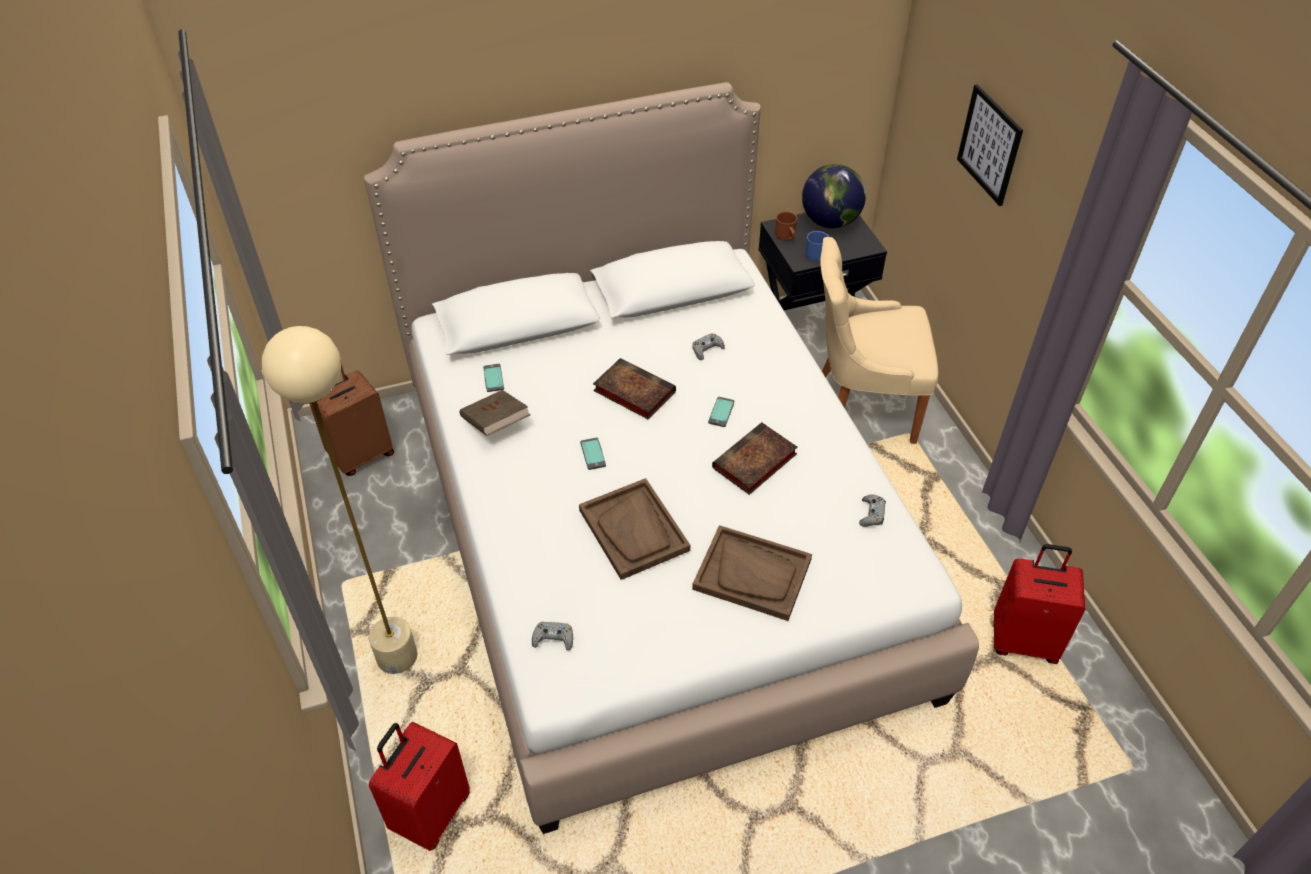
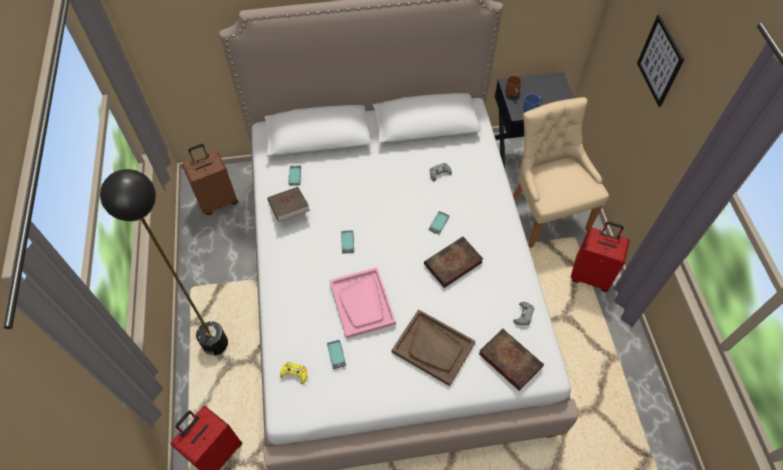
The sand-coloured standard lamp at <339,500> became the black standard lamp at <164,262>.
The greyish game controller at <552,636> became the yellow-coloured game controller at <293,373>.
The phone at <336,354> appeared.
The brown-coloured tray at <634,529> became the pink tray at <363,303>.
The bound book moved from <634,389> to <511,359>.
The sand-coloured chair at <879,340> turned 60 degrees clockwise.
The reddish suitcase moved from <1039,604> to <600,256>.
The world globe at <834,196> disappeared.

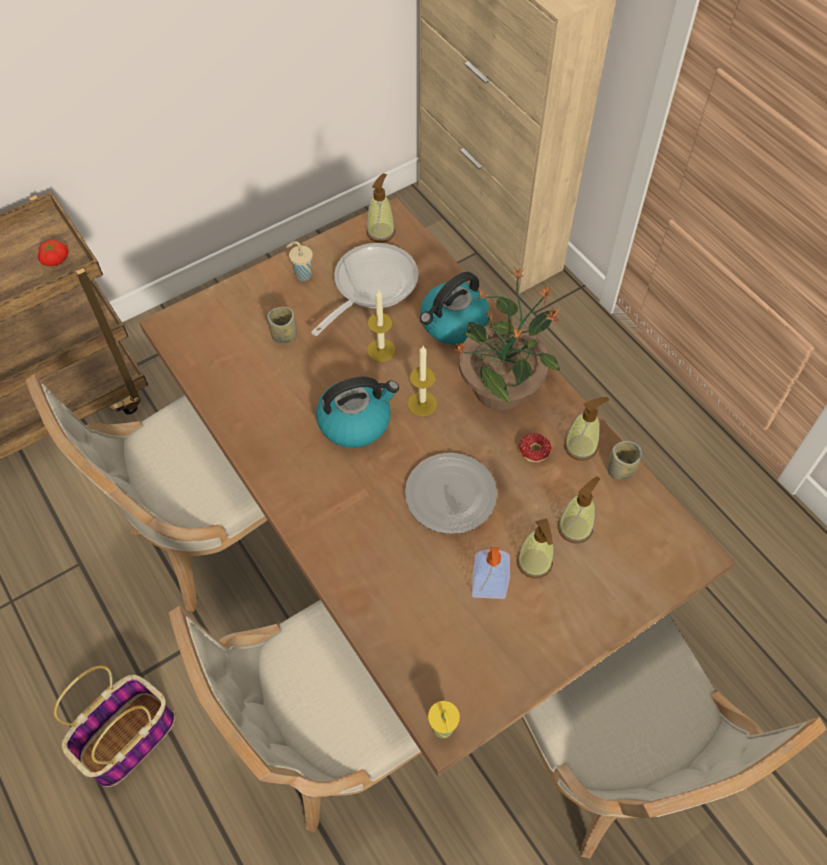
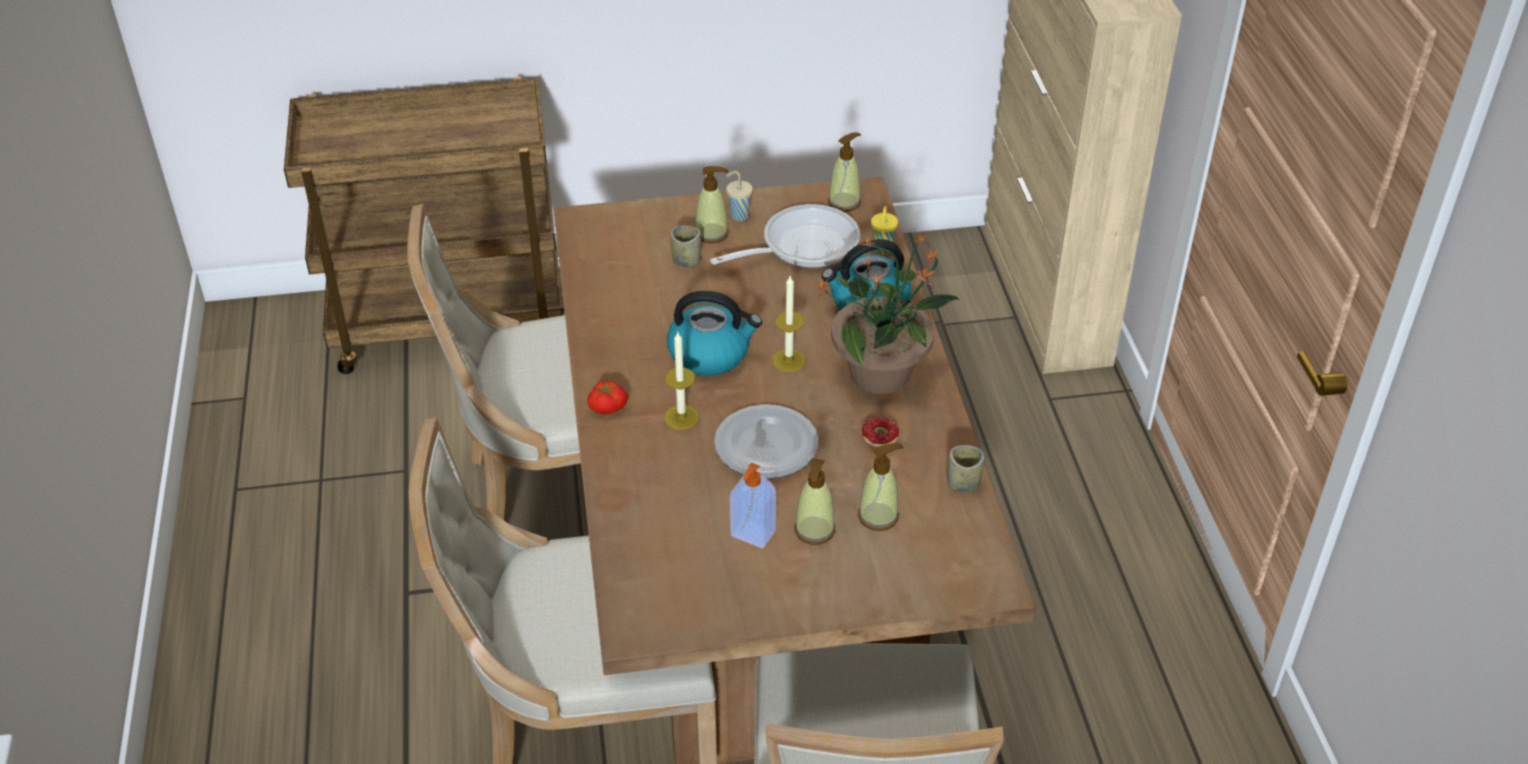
The fresh tomato moved from <53,253> to <607,397>.
The wax candle moved from <381,325> to <681,381>.
The soap dispenser moved from <586,429> to <712,204>.
The yellow-coloured drinking cup moved from <444,719> to <884,230>.
The storage basket at <114,726> disappeared.

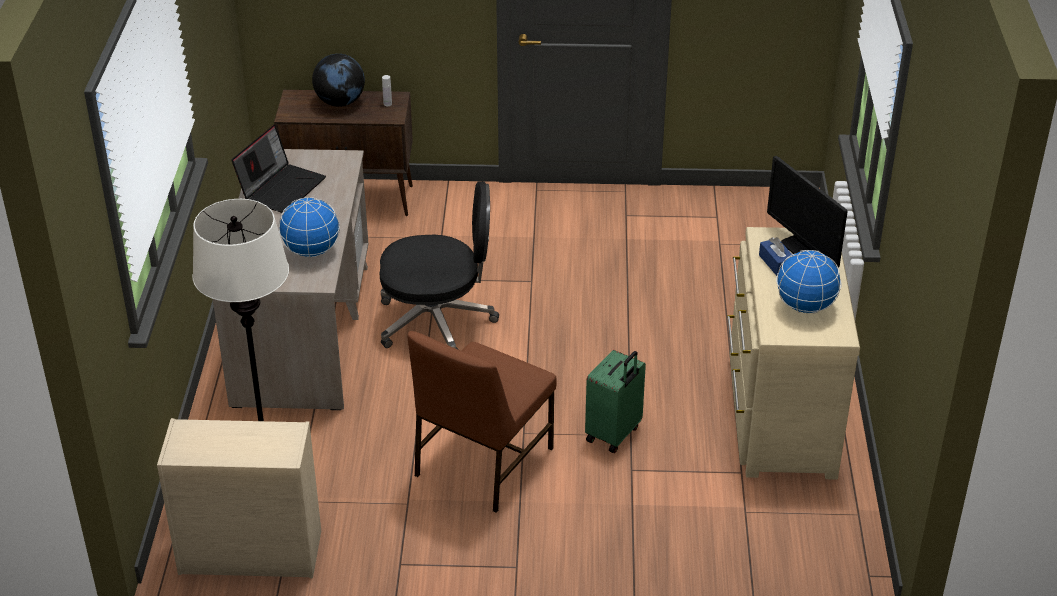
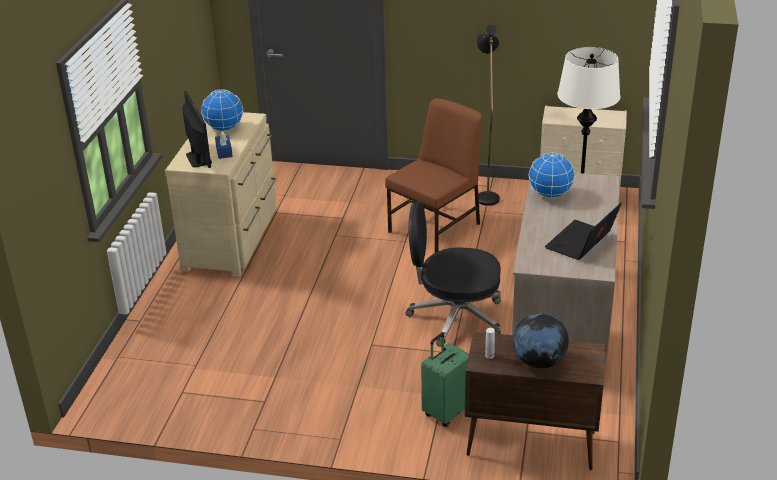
The greenish suitcase moved from <615,401> to <445,380>.
The black standard lamp at <488,115> appeared.

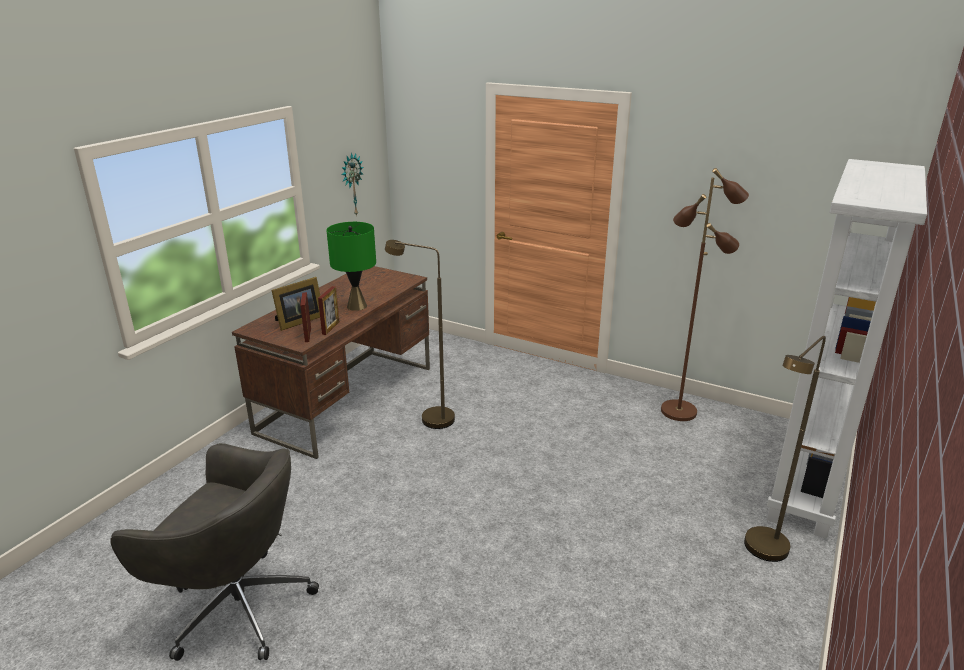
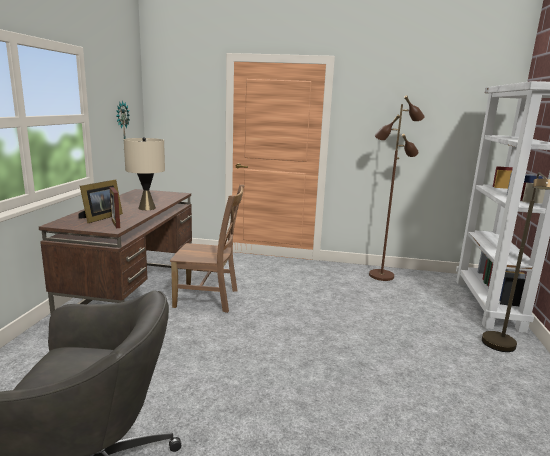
The greenish lamp for a table at <351,266> became the sand-coloured lamp for a table at <144,173>.
The brown-coloured standard lamp at <420,334> was replaced by the brown-coloured chair at <207,249>.
The standing frame at <328,310> disappeared.

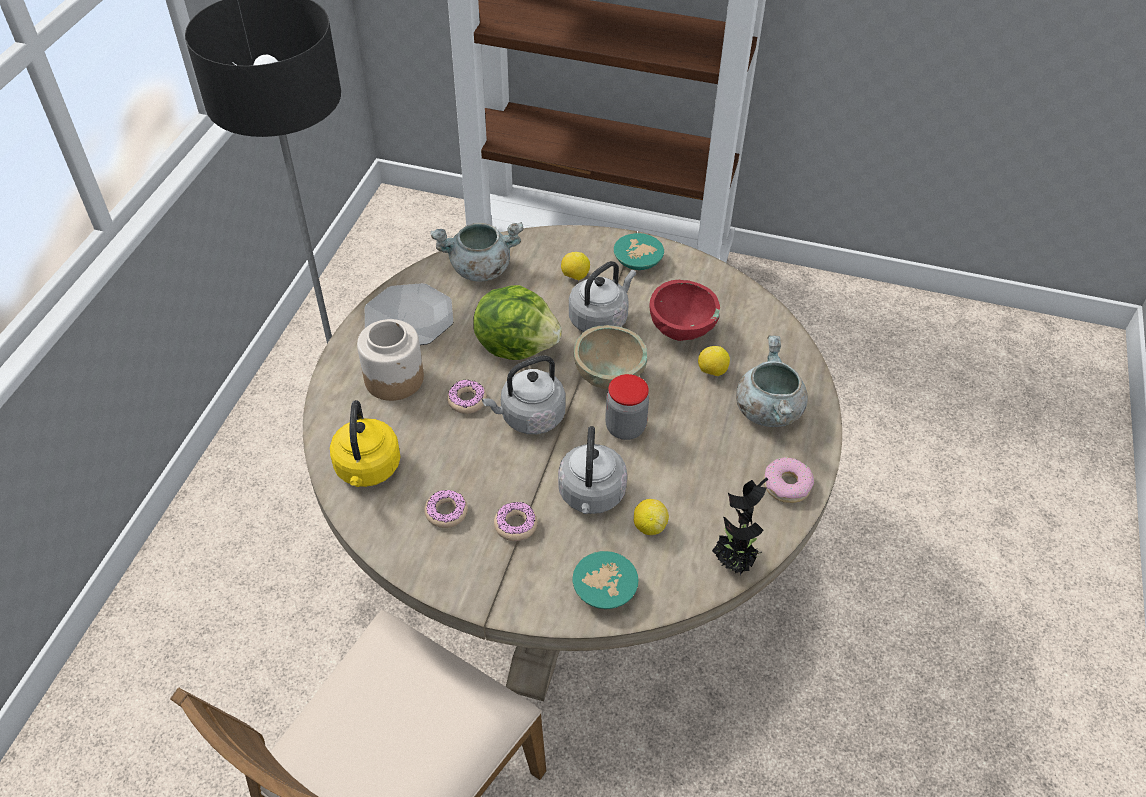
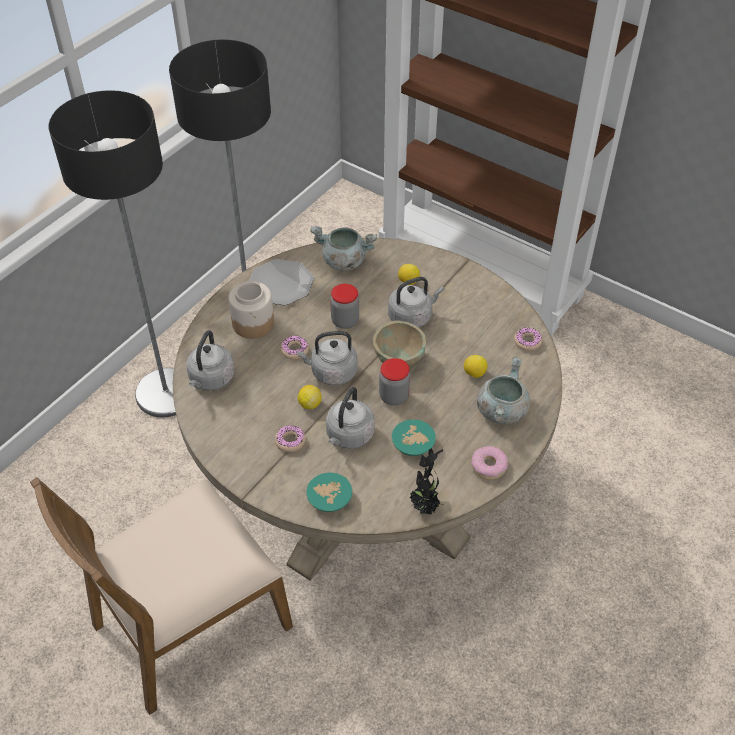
The standard lamp at <112,253> appeared.
The yellow-coloured kettle at <365,443> became the greyish kettle at <210,360>.
The whole lemon moved from <651,517> to <310,397>.
The lettuce head at <517,322> was replaced by the jar at <344,306>.
The blue-green deep dish moved from <639,251> to <414,437>.
The donut moved from <446,509> to <528,339>.
The reddish deep dish at <685,310> disappeared.

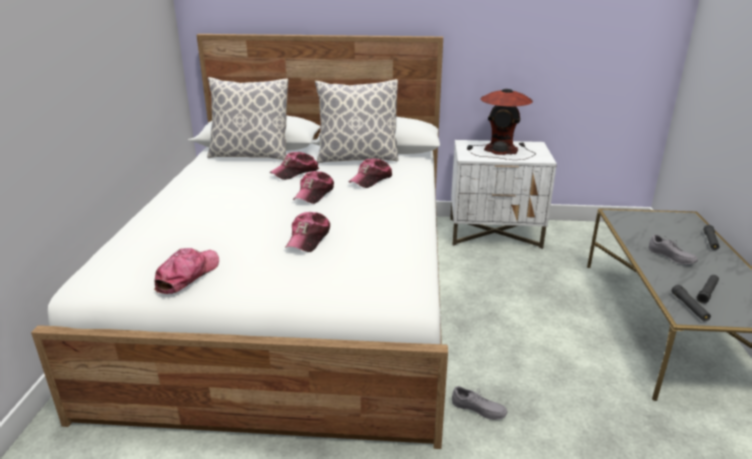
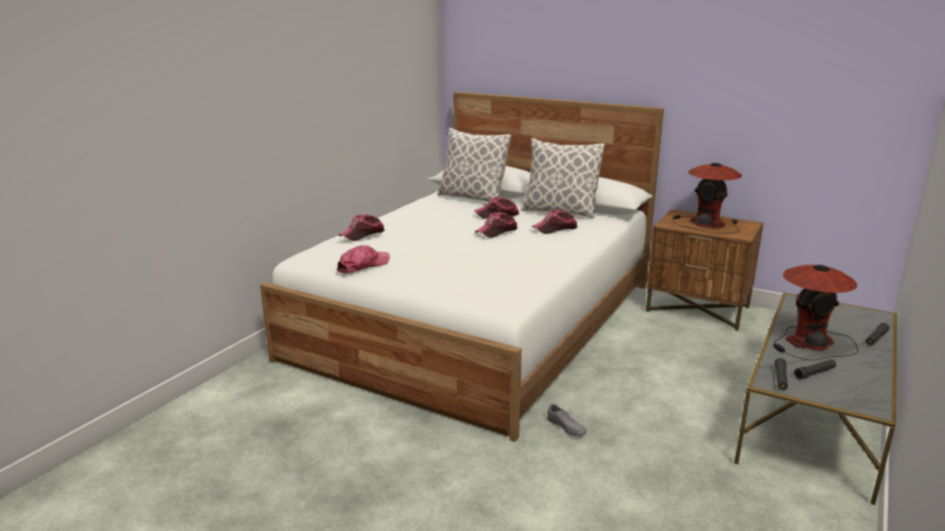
The peaked cap moved from <307,232> to <362,227>.
The whitish night table at <503,194> became the brown-coloured night table at <704,270>.
The greyish low shoe at <673,249> was replaced by the lamp for a table at <815,312>.

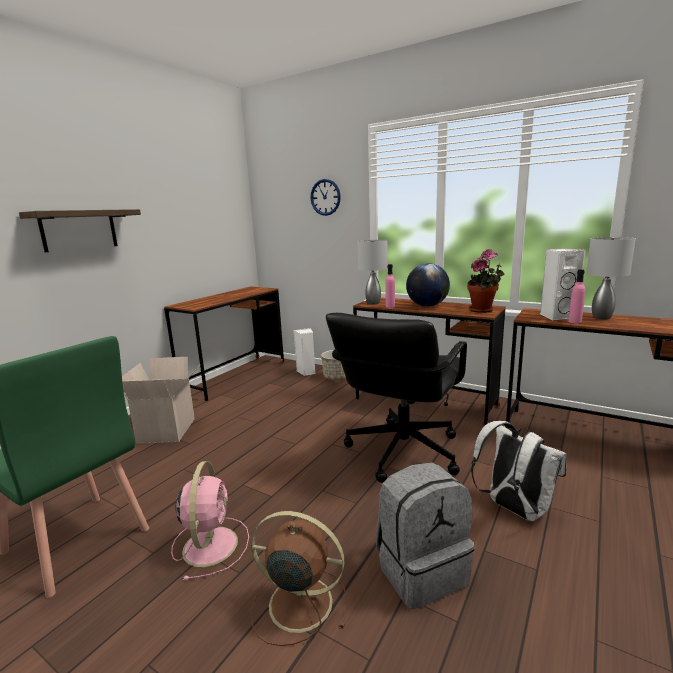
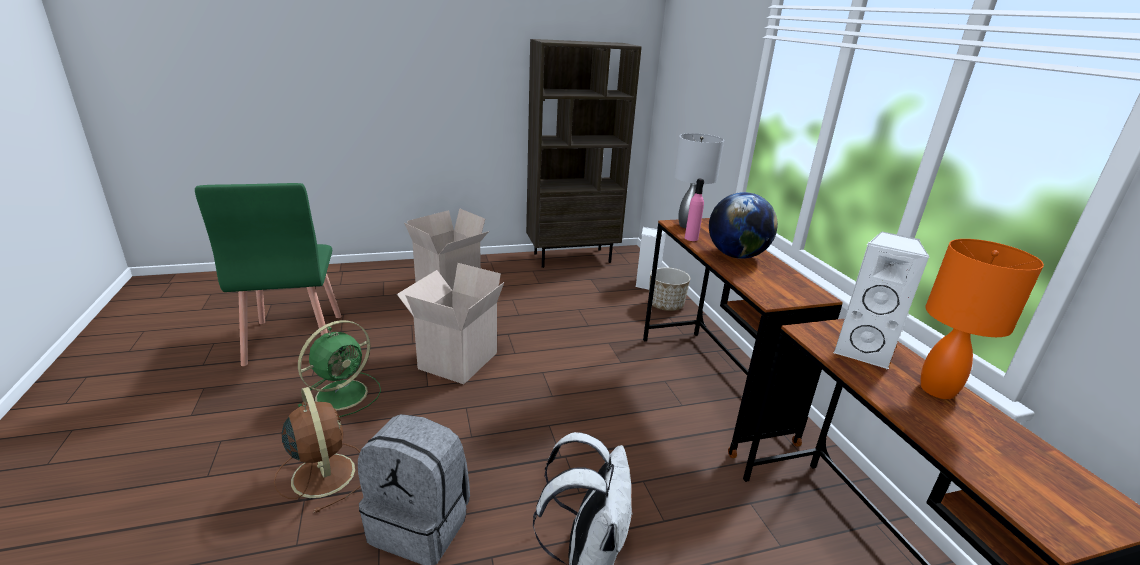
The pink cooling fan at <210,521> became the greenish cooling fan at <339,368>.
The cardboard box at <450,323> appeared.
The brown-coloured desk table at <224,344> was replaced by the brown-coloured shelving unit at <584,153>.
The greyish lamp for a table at <611,278> became the orange-coloured lamp for a table at <982,319>.
The shelf at <80,230> disappeared.
The hanging clock at <325,197> disappeared.
The black computer chair at <396,398> disappeared.
The houseplant at <486,281> disappeared.
The pink beverage bottle at <576,296> disappeared.

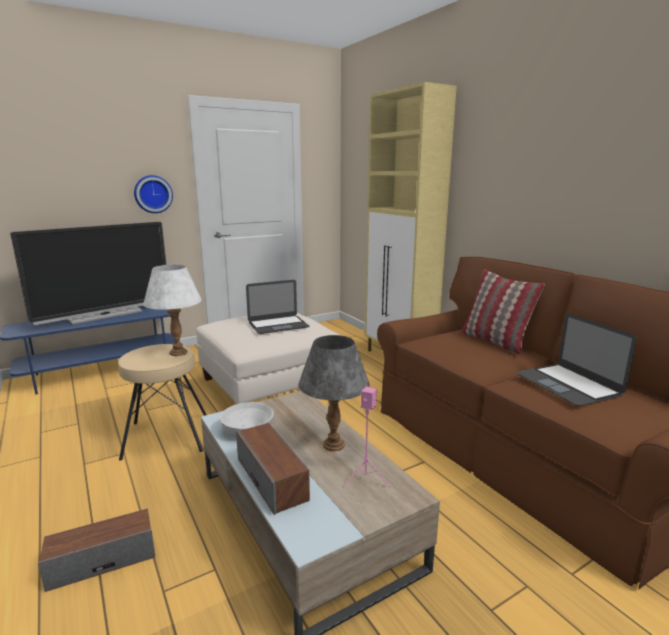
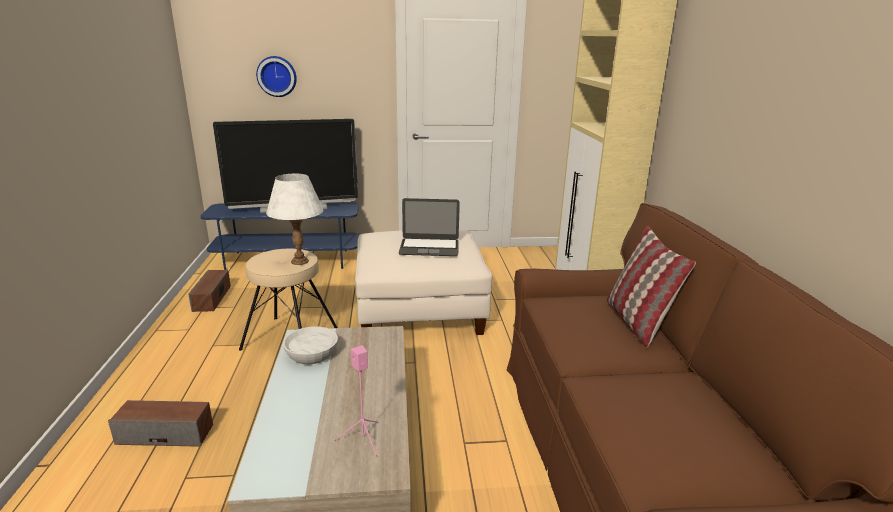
The loudspeaker moved from <273,469> to <209,291>.
The hanging clock moved from <153,194> to <276,76>.
The greyish lamp for a table at <333,393> disappeared.
The notebook computer at <577,359> disappeared.

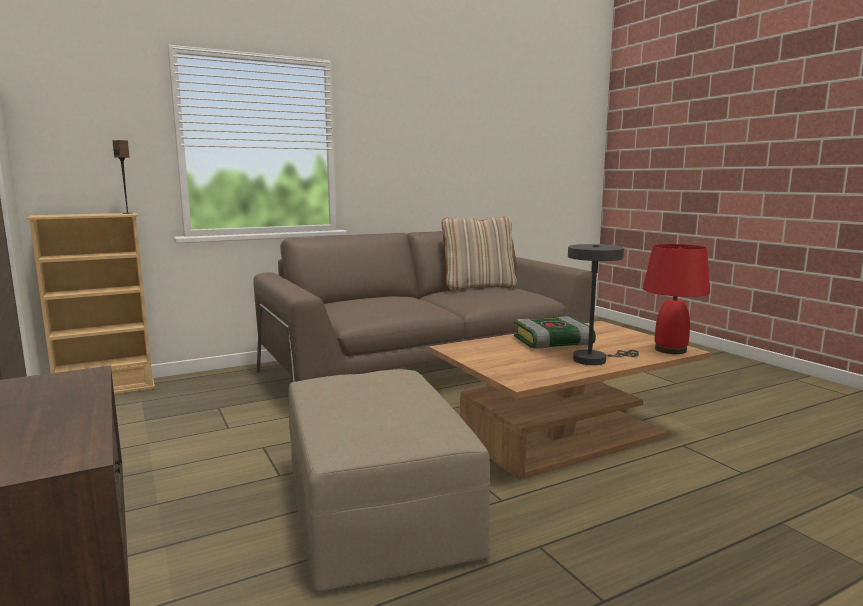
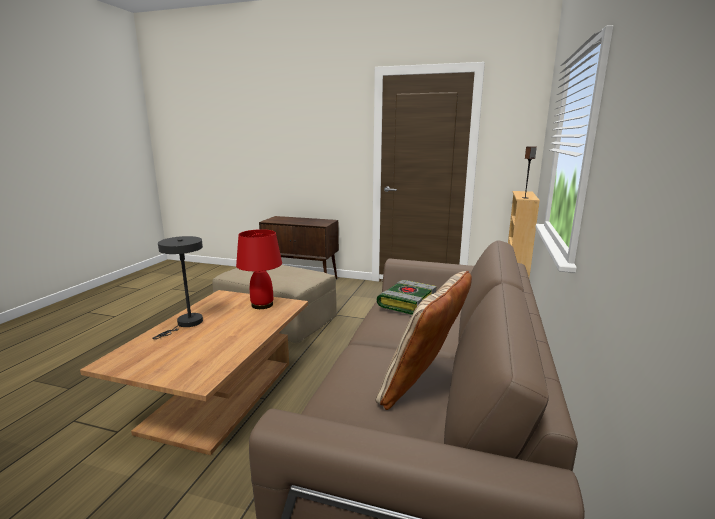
The reddish lamp for a table moved from <676,299> to <259,269>.
The bound book moved from <555,332> to <406,297>.

